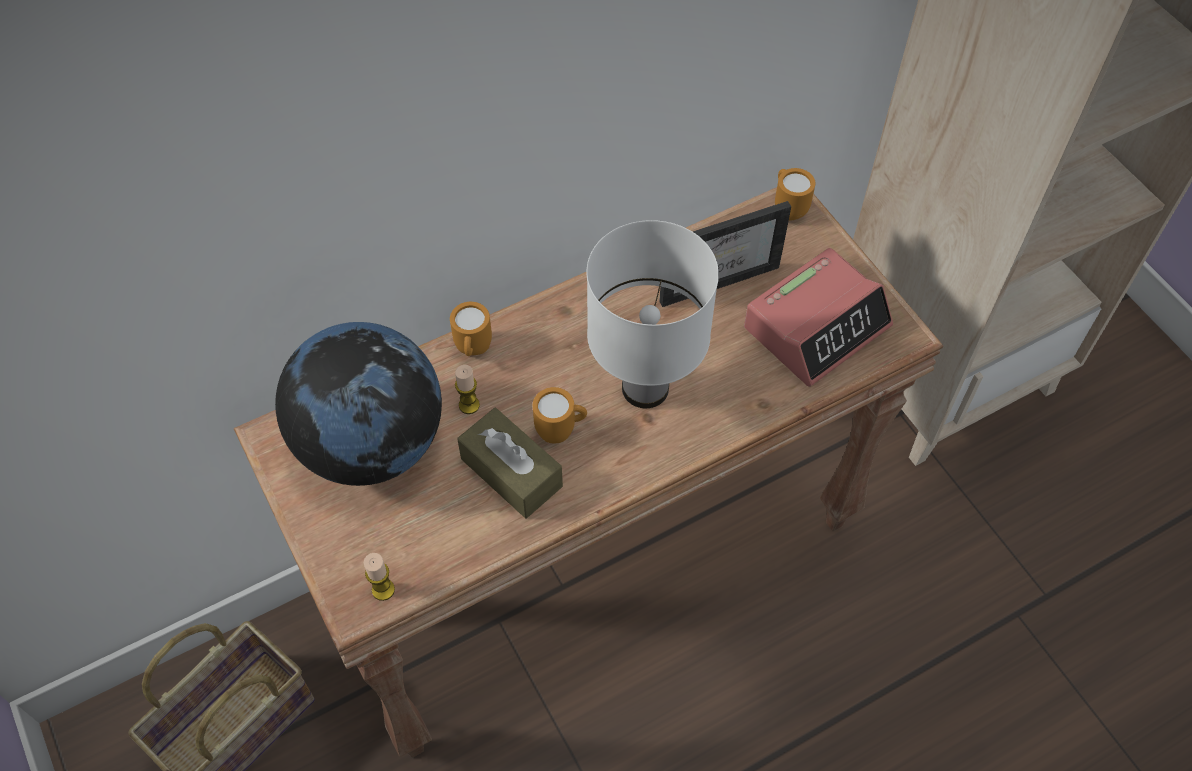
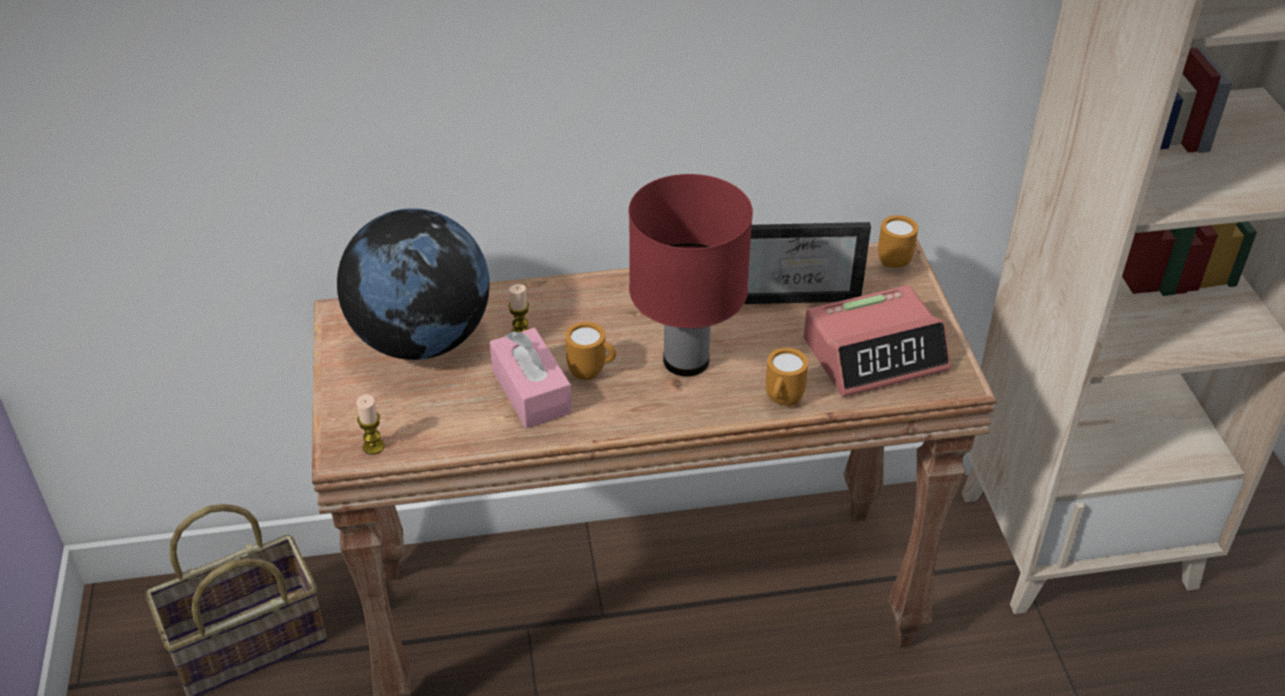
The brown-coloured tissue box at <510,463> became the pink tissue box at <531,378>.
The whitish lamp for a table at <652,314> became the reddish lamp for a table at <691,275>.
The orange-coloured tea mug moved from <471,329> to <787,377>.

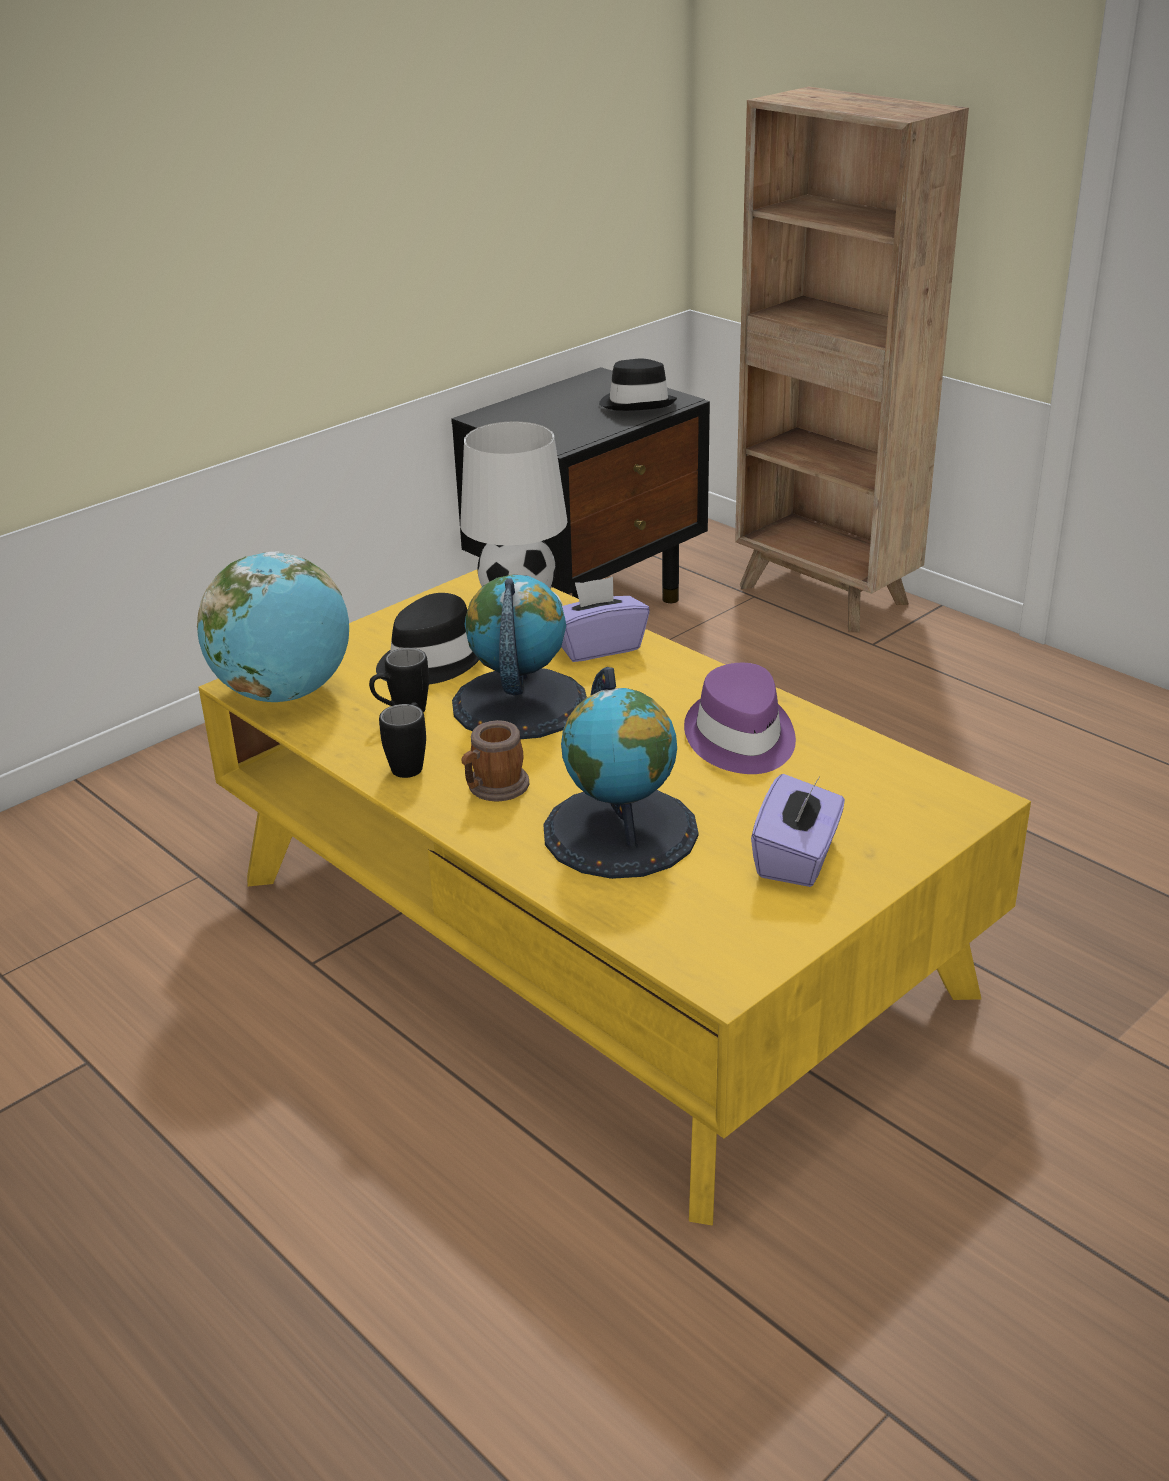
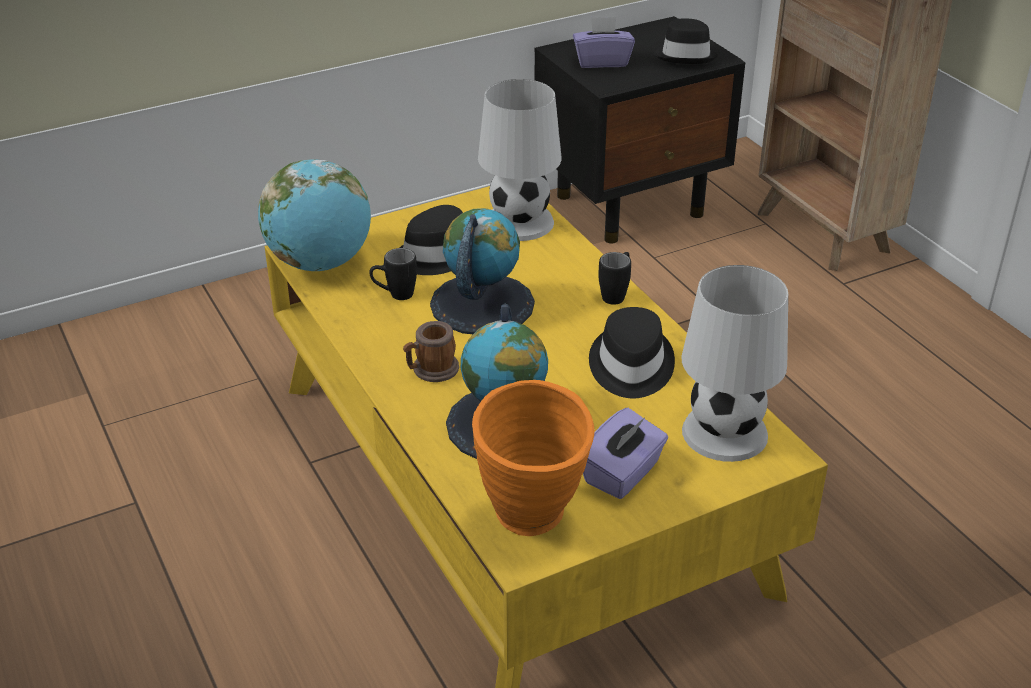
The orange-coloured flower vase at <533,458> appeared.
The purple-coloured tissue box moved from <605,619> to <604,42>.
The purple-coloured wearable hat at <740,718> became the black wearable hat at <632,352>.
The black tea mug moved from <402,740> to <614,278>.
The whitish lamp for a table at <734,363> appeared.

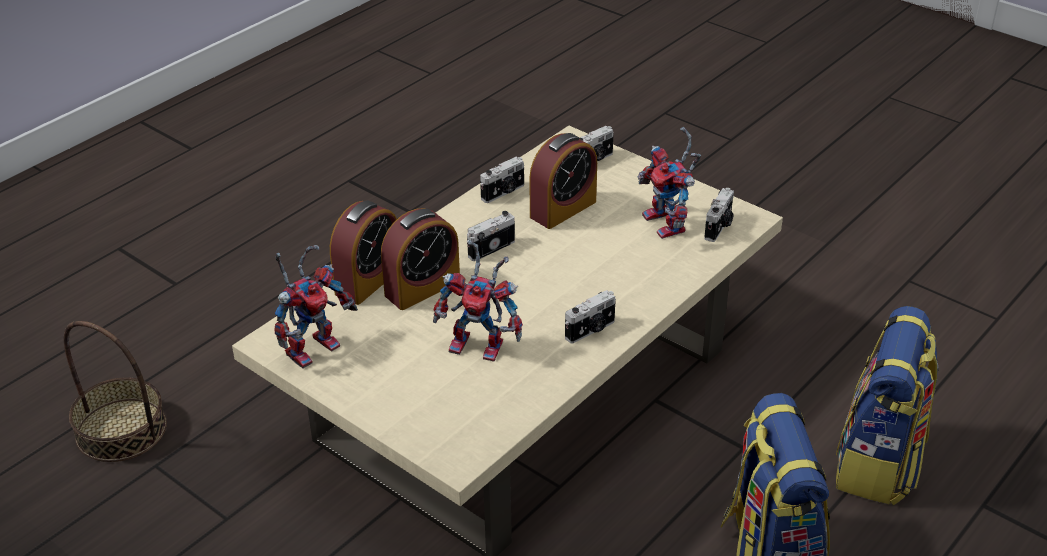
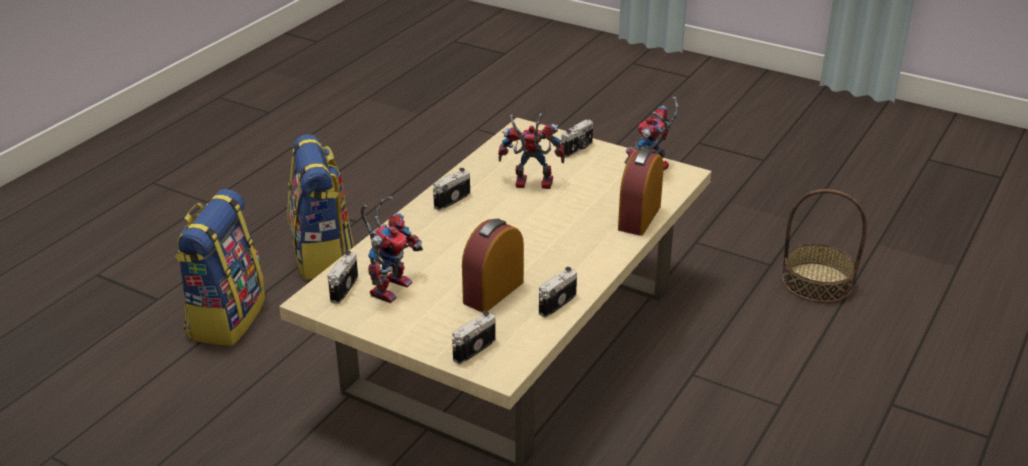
The robot figure at <669,183> turned 60 degrees clockwise.
The photo camera moved from <491,236> to <577,139>.
The table clock at <420,259> disappeared.

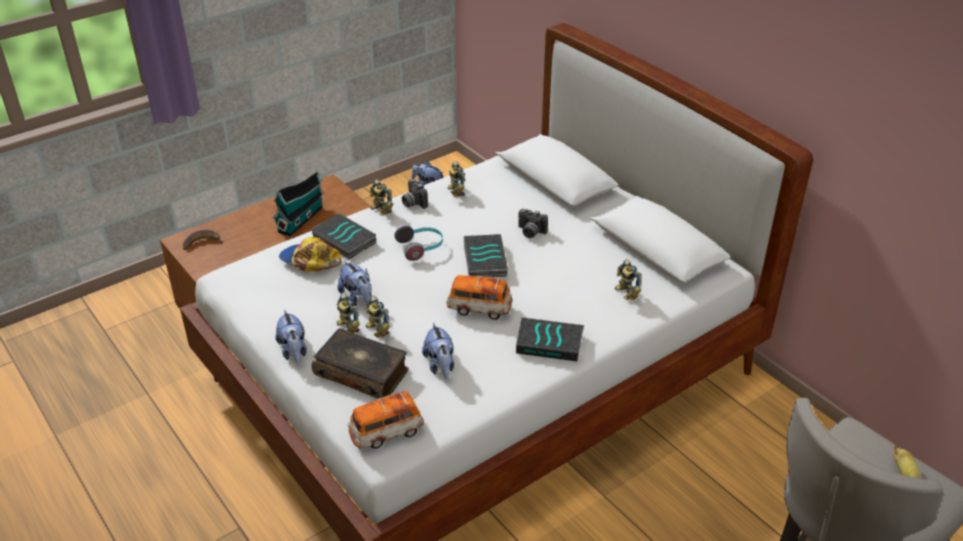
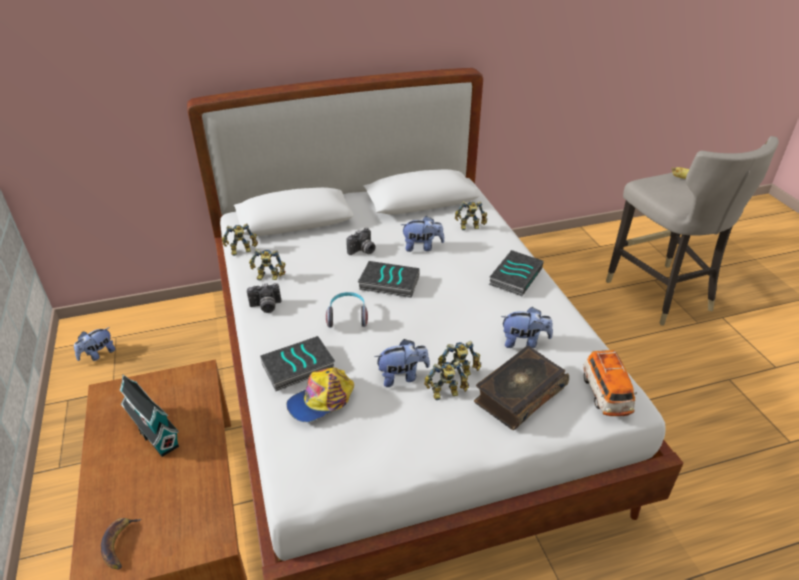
The robot figure moved from <381,197> to <240,239>.
The cuddly toy moved from <291,336> to <422,234>.
The model car at <479,297> disappeared.

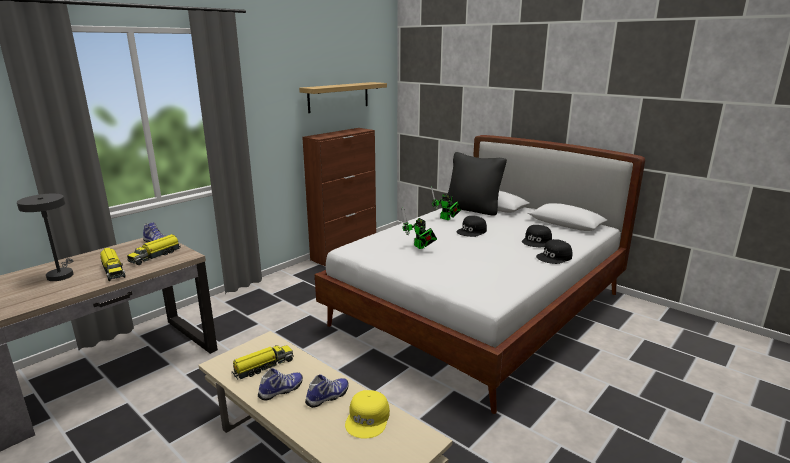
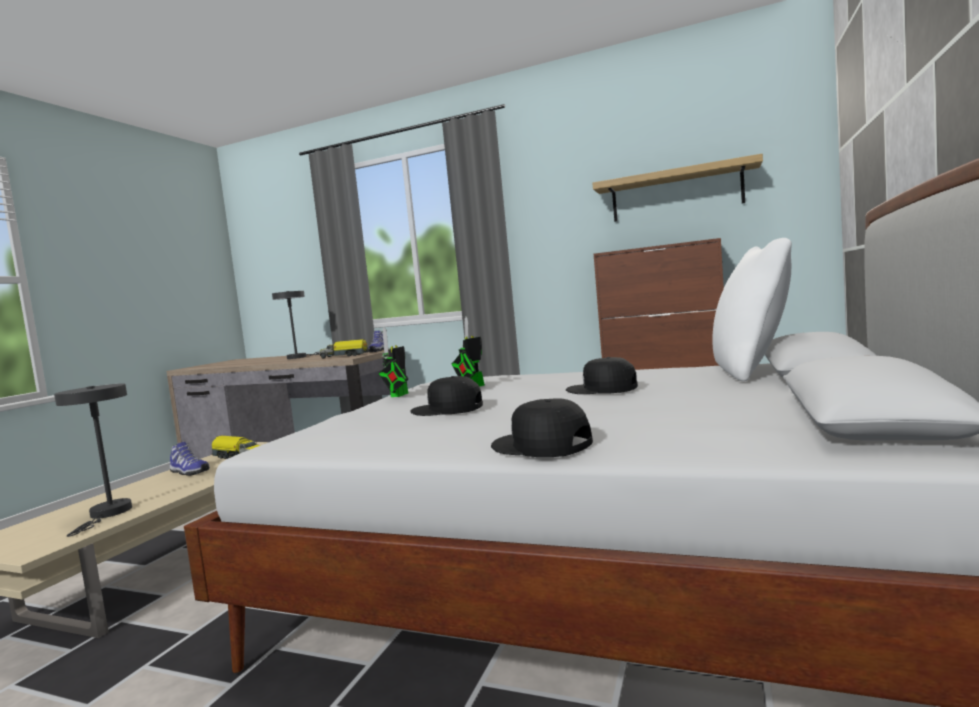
The yellow-coloured peaked cap at <367,414> was replaced by the greyish lamp for a table at <93,460>.
The robot figure moved from <446,203> to <393,362>.
The black peaked cap moved from <537,236> to <446,396>.
The black pillow at <477,184> became the whitish pillow at <752,309>.
The toy lorry at <113,264> disappeared.
The low shoe at <327,391> disappeared.

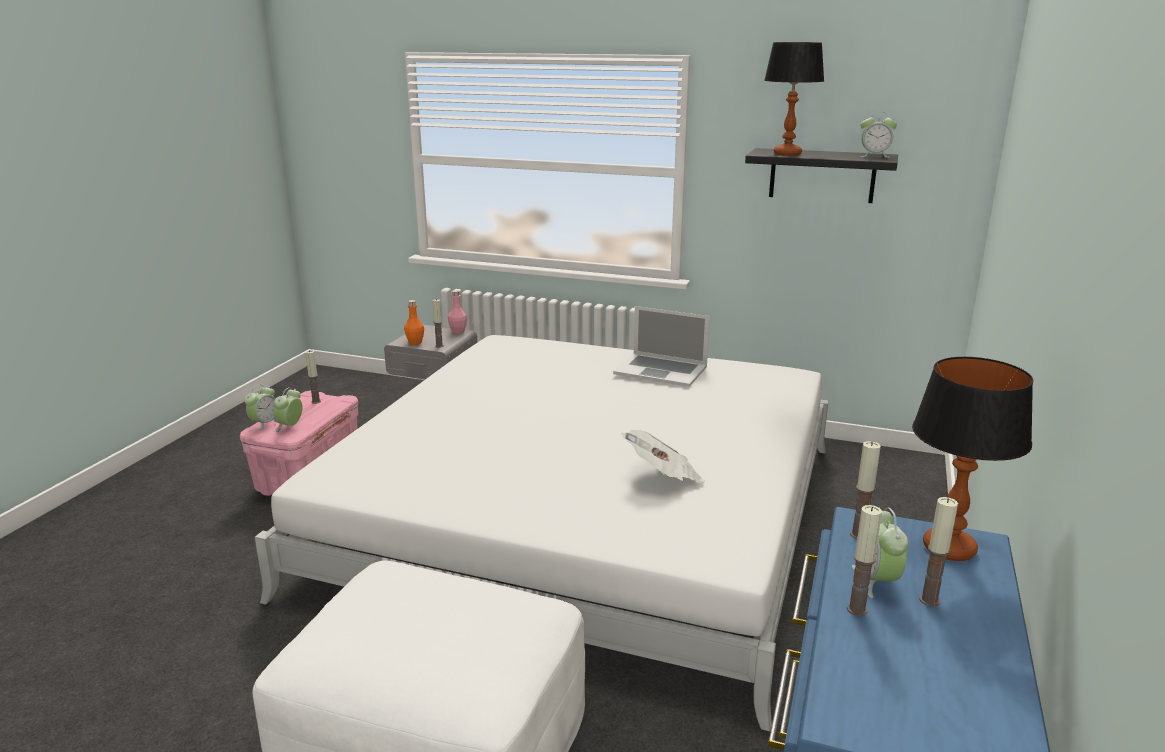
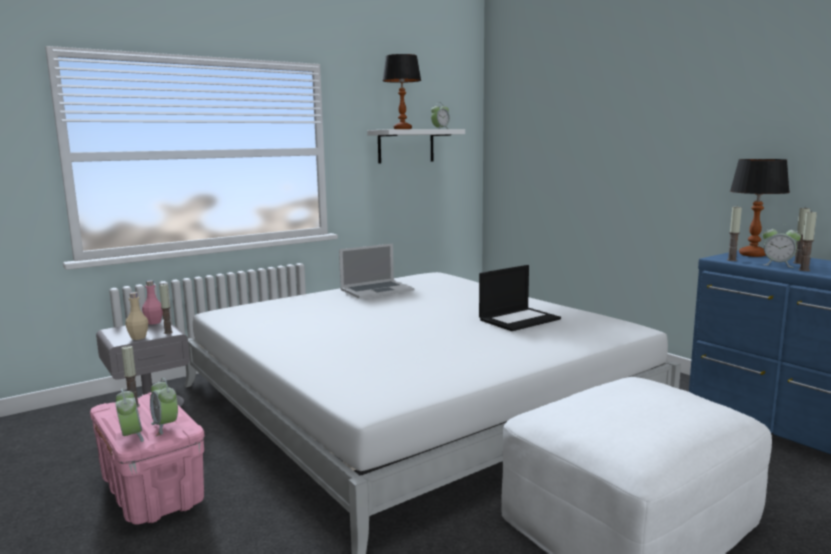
The orange-coloured beverage bottle at <414,322> became the sand-coloured beverage bottle at <136,316>.
The black shelf at <821,175> became the whitish shelf at <416,146>.
The daily paper at <663,456> was replaced by the notebook computer at <520,298>.

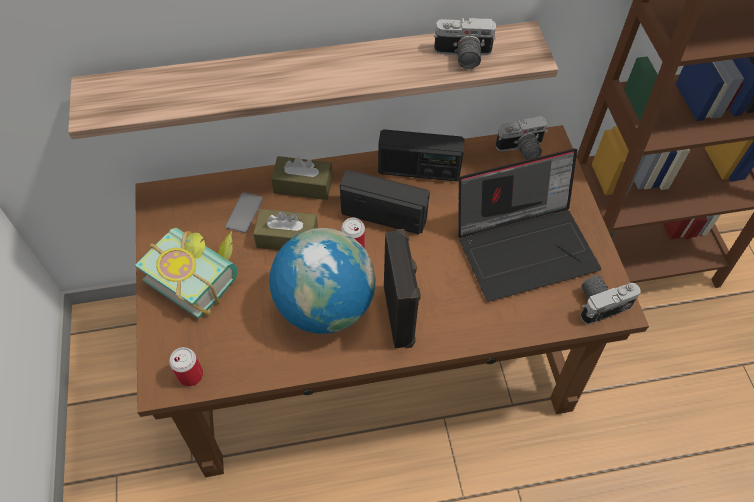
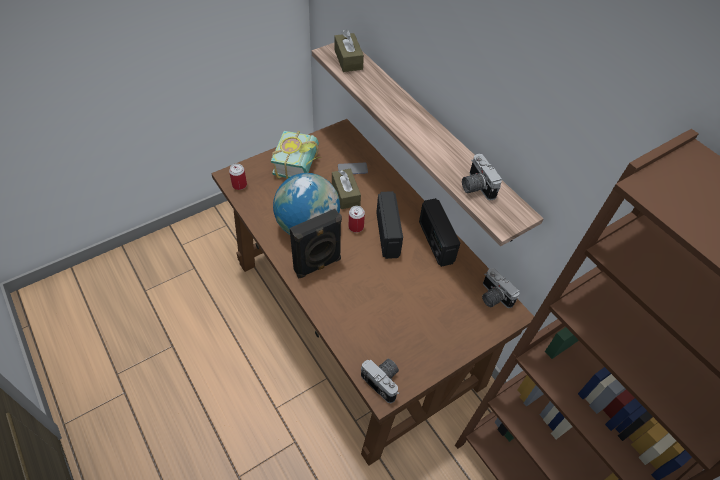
The brown-coloured tissue box moved from <302,178> to <349,51>.
The notebook computer at <529,225> disappeared.

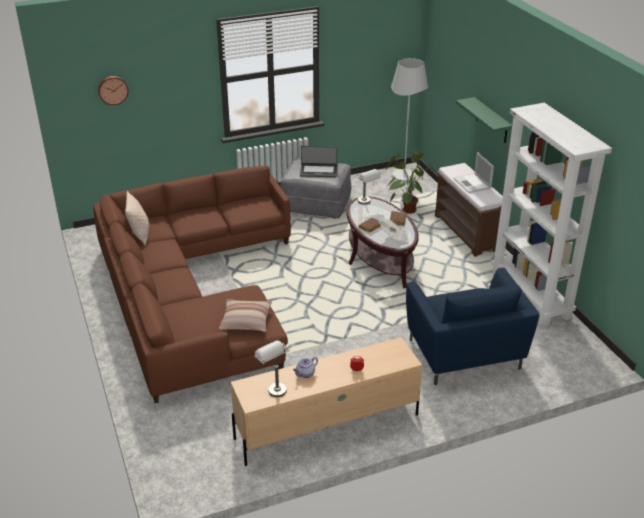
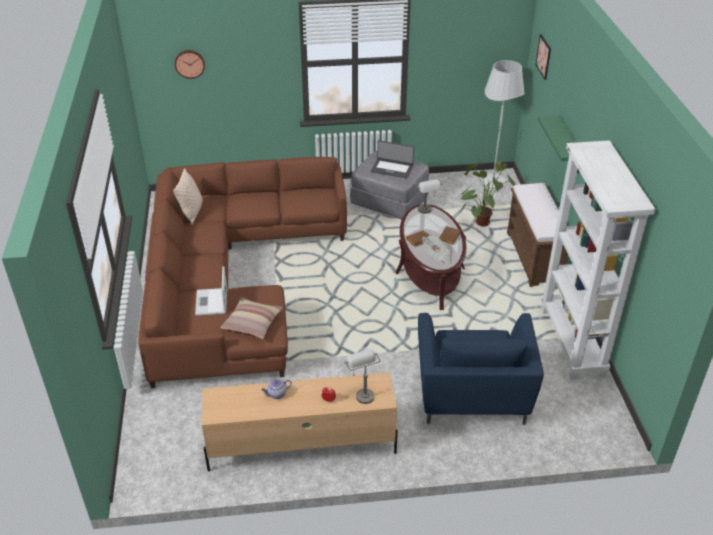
The notebook computer moved from <473,172> to <211,291>.
The greyish lamp for a table moved from <271,368> to <362,376>.
The picture at <543,57> appeared.

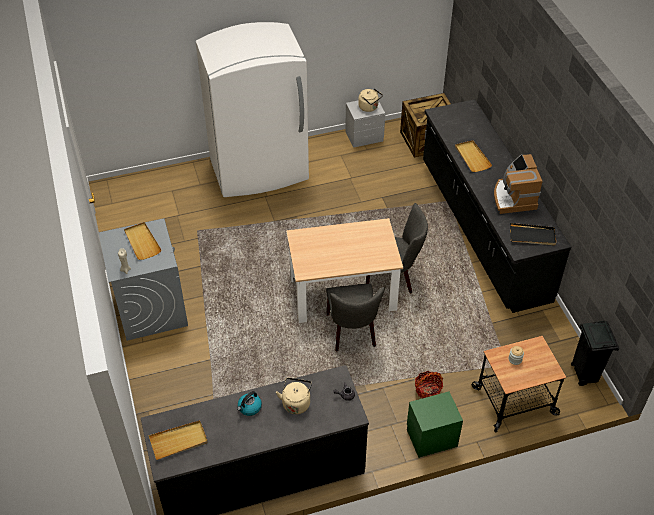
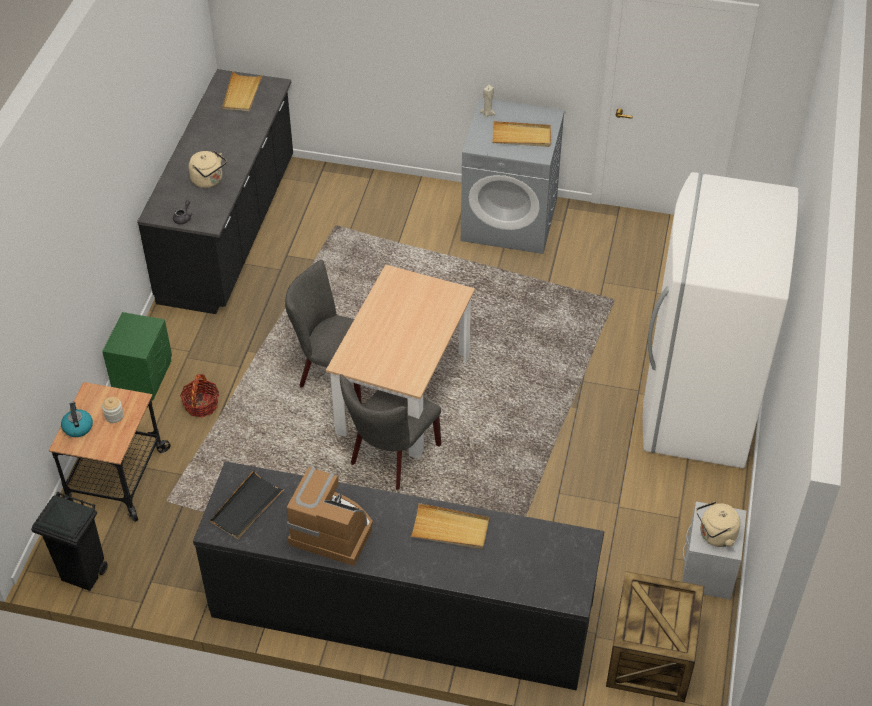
The kettle moved from <249,403> to <77,419>.

